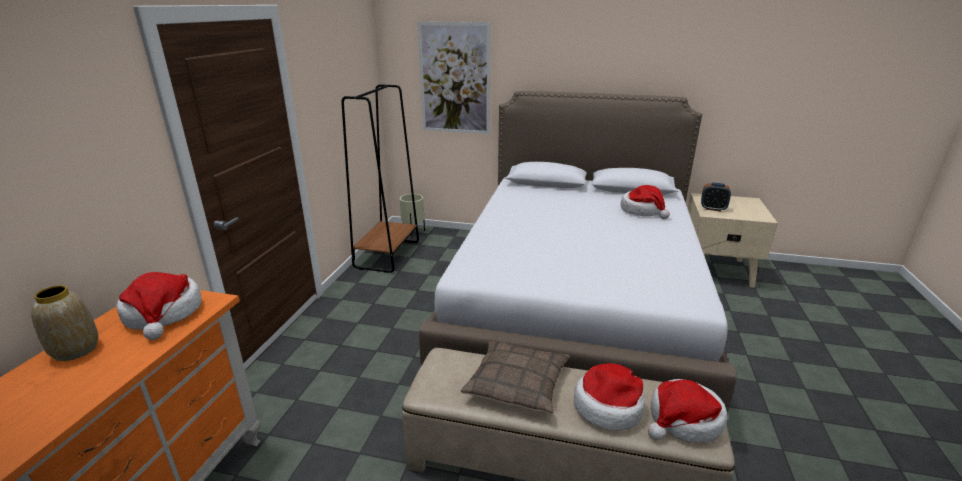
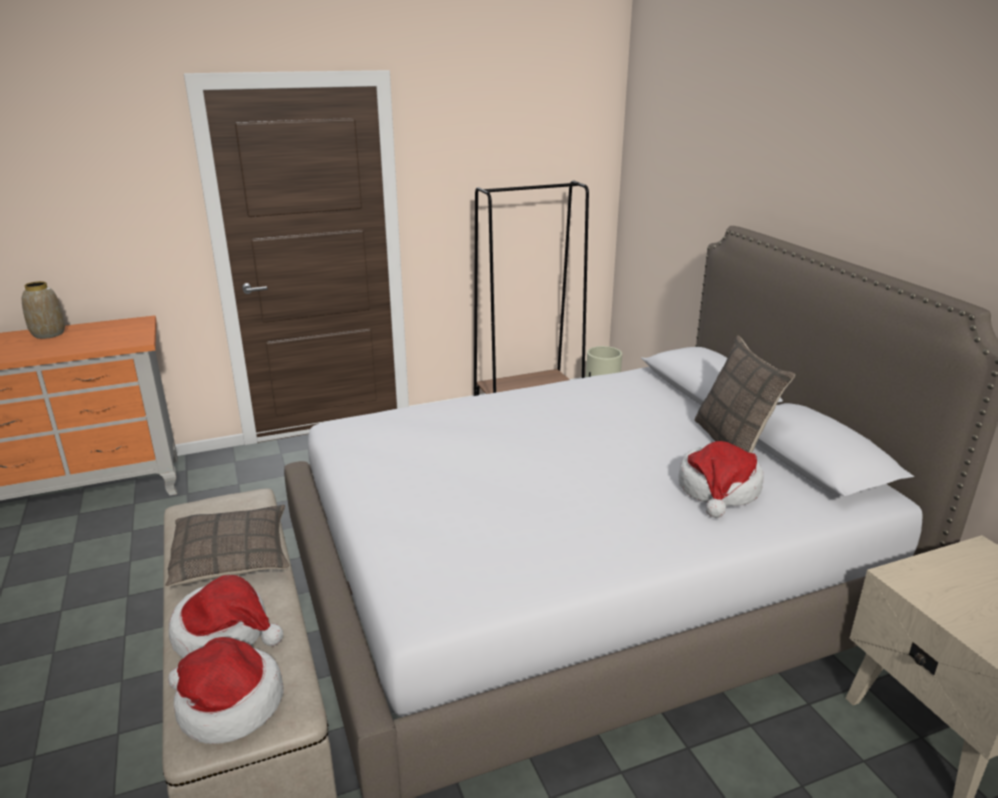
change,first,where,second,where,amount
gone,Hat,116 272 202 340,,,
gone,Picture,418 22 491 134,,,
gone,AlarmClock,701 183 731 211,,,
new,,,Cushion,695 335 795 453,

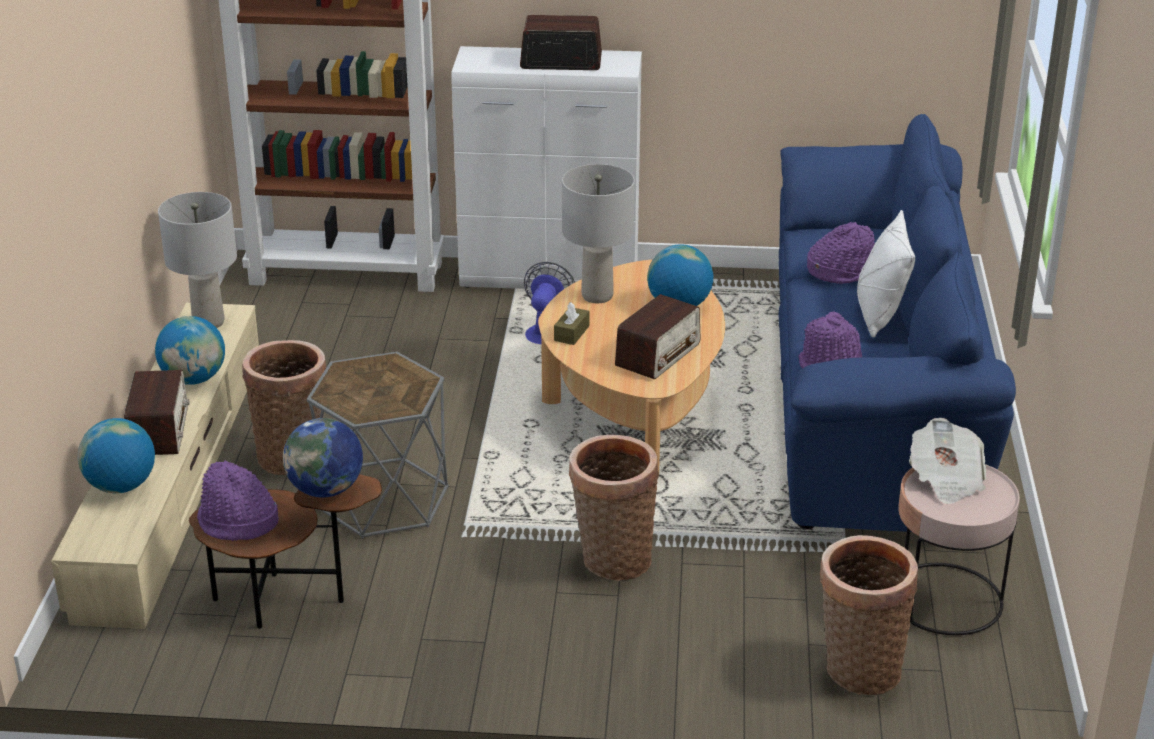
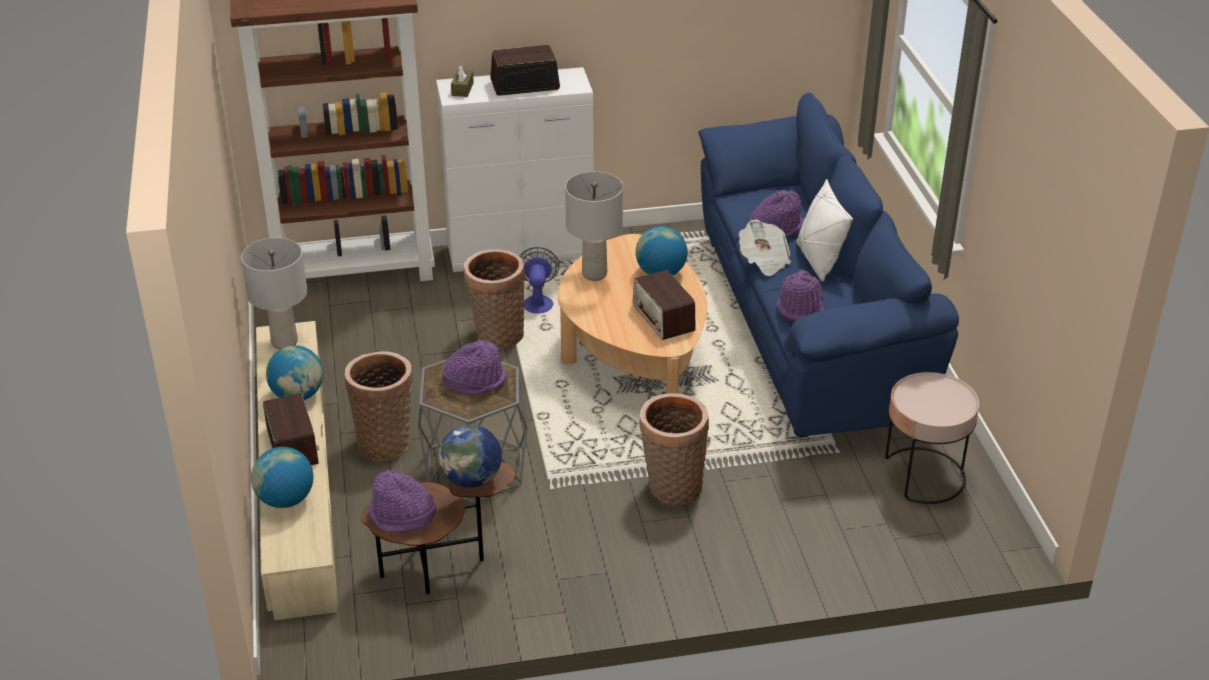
change,first,where,second,where,amount
shifted,BrownTissueBox,554 302 590 345,,451 65 474 97,
rotated,RadioReceiver,615 294 700 379,,633 270 696 340,135 degrees clockwise
shifted,Basket,820 535 918 695,,464 249 525 349,
shifted,PrintedPaper,909 418 986 504,,739 220 791 276,
new,,,PurpleHat,442 340 507 395,

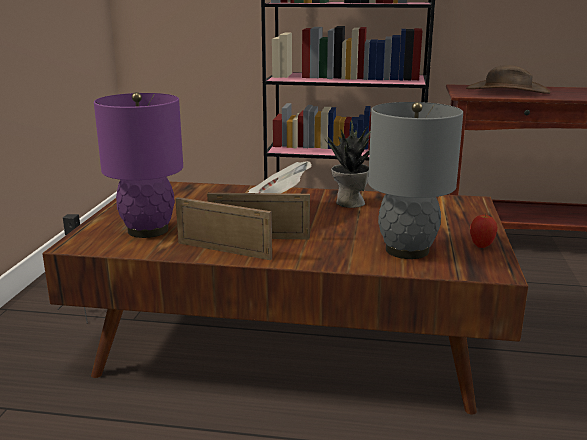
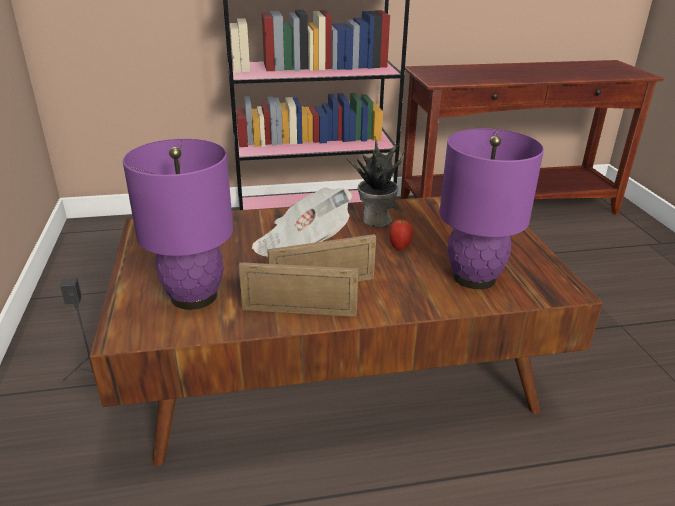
change,first,where,second,where,amount
repainted,GreyishTabletopLamp,368 102 463 259,PurpleTabletopLamp,439 129 544 289,
gone,BrownHat,466 65 551 94,,,
shifted,Apple,470 213 498 248,,389 220 413 250,

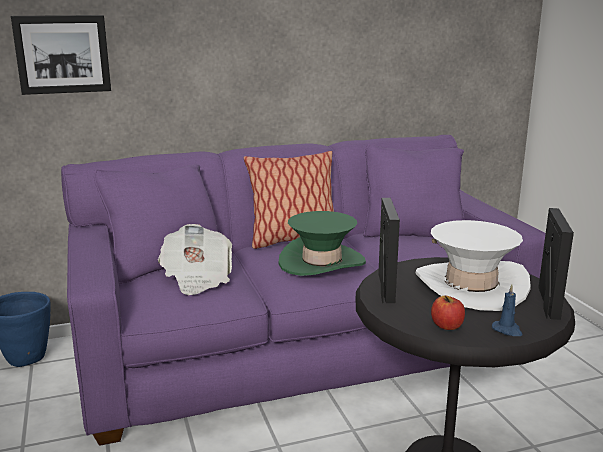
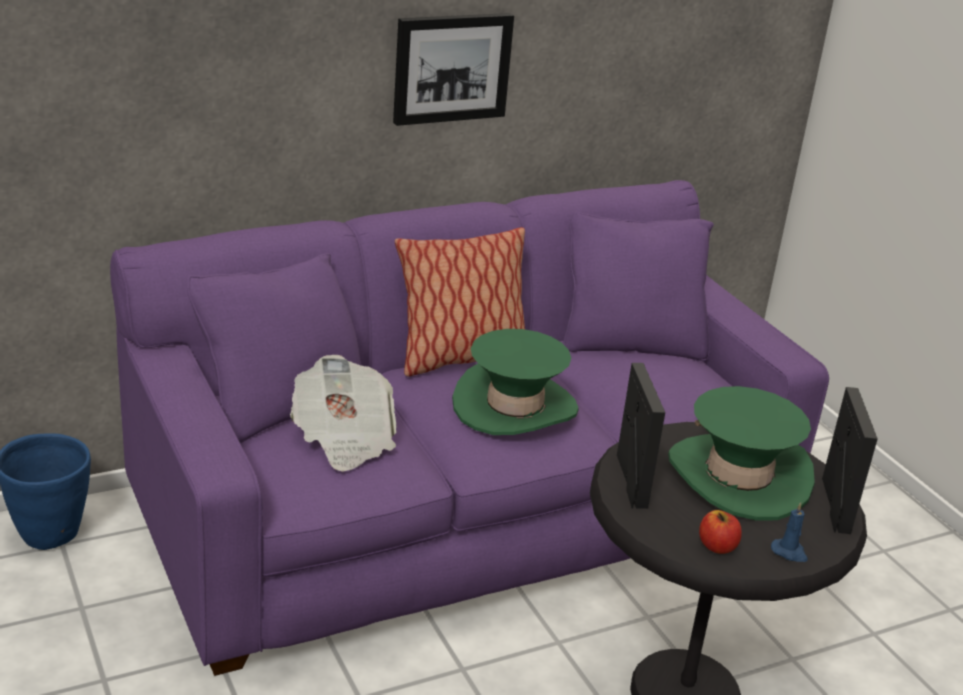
change,first,where,second,where,amount
shifted,Picture,11 15 111 95,,393 13 514 126,
repainted,WhiteColouredHat,415 220 531 311,GreenColouredHat,668 386 815 520,

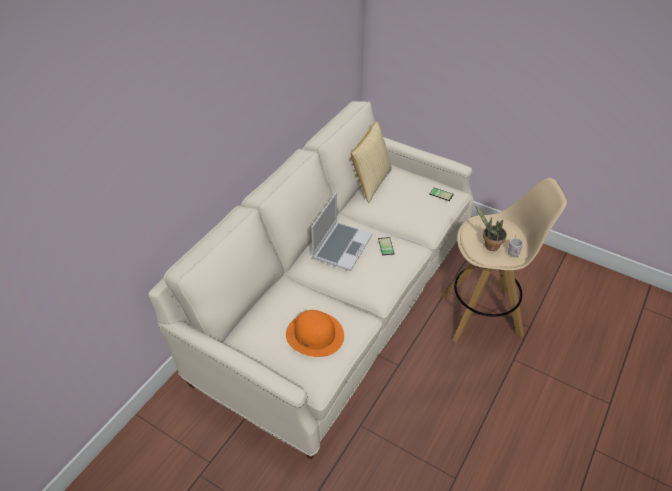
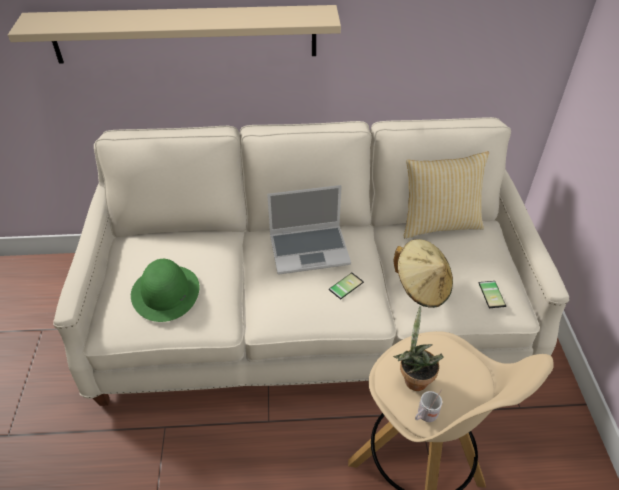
change,first,where,second,where,amount
repainted,OrangeyHat,286 310 344 357,GreenColouredHat,131 259 199 322,
new,,,BeigeColouredShelf,8 5 341 64,
new,,,BeigeColouredHat,393 239 453 308,

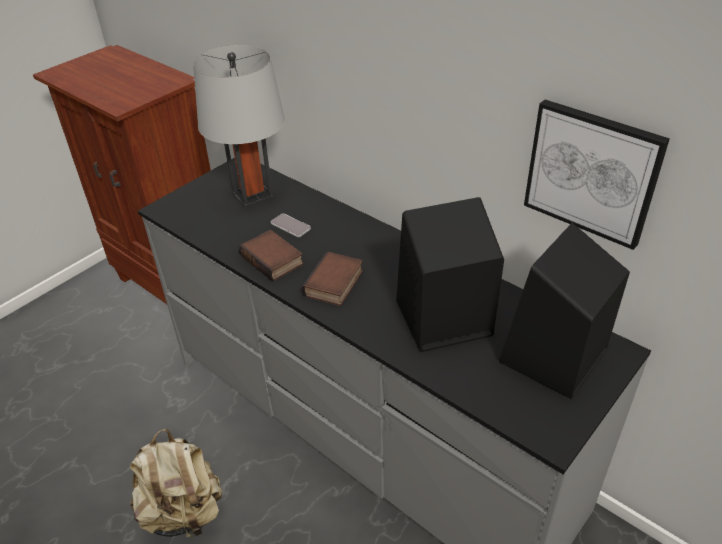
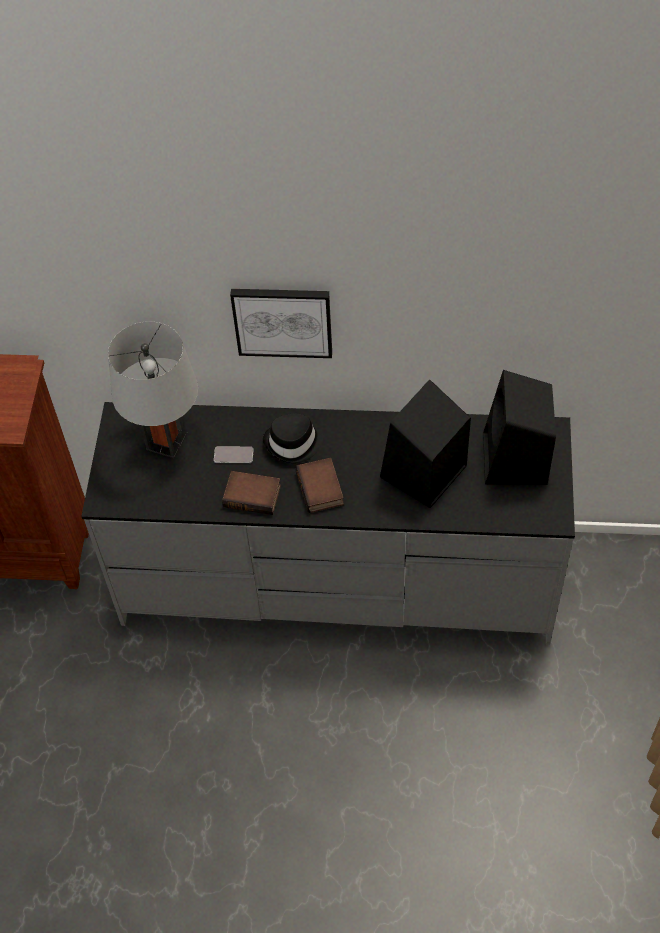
change,first,where,second,where,amount
gone,BeigeColouredKnapsack,130 428 222 542,,,
shifted,Picture,524 99 670 250,,230 289 332 358,
new,,,BlackHat,263 414 323 463,

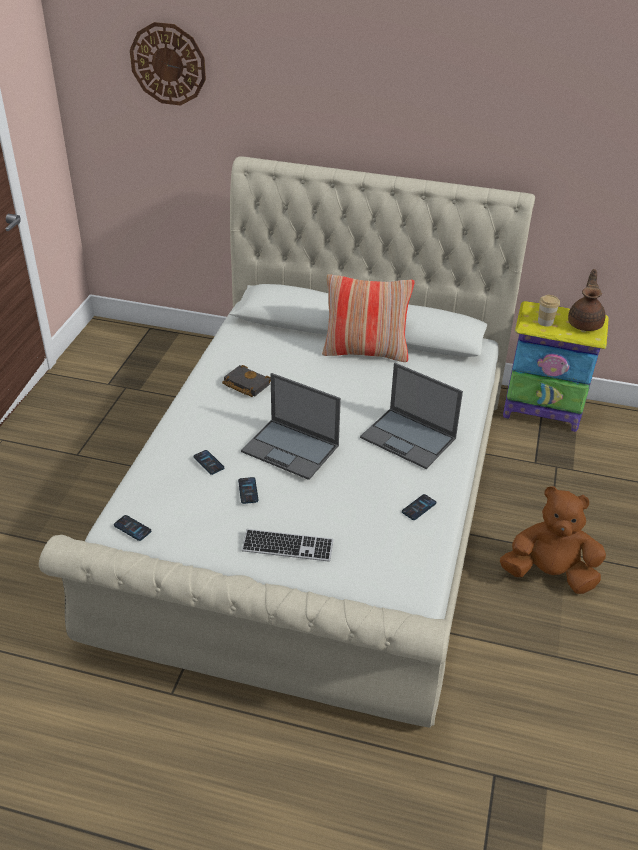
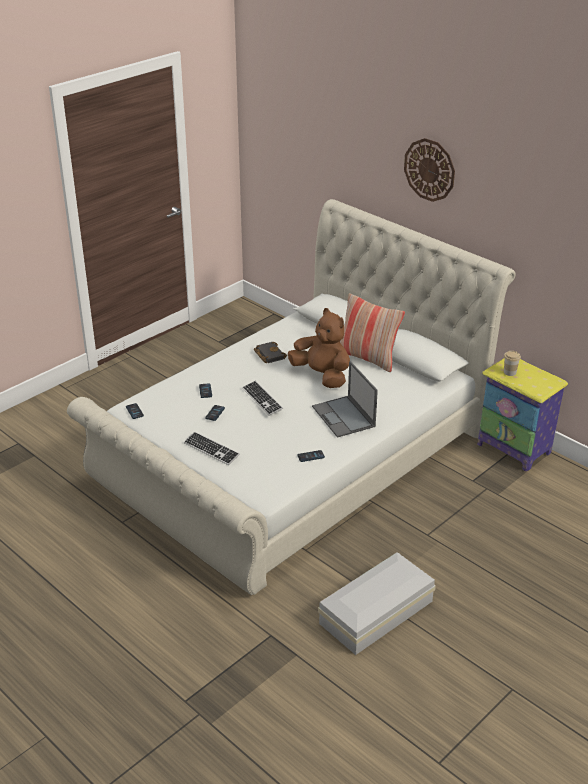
change,first,where,second,where,amount
shifted,WallClock,130 22 206 106,,404 138 455 202,
swapped,NotebookComputer,241 373 341 480,ComputerKeyboard,242 381 283 416,
shifted,BrownCuddlyToy,500 486 606 594,,288 308 350 388,
gone,BrownTeapot,568 269 605 331,,,
new,,,WhiteColouredStorageBox,318 552 436 655,

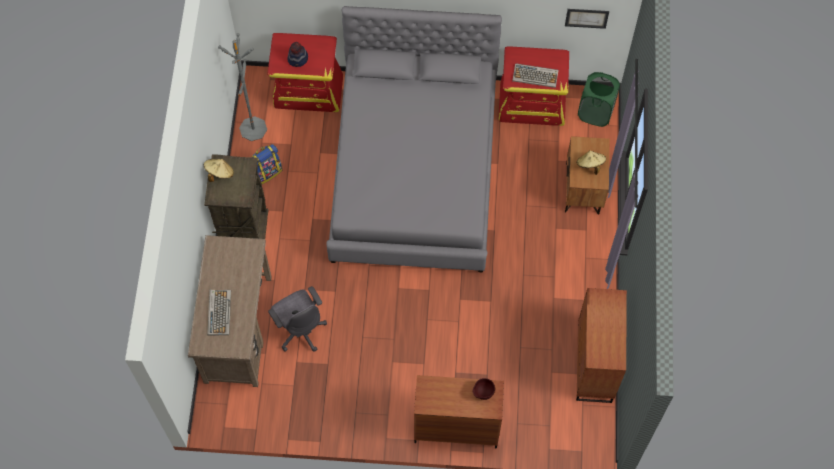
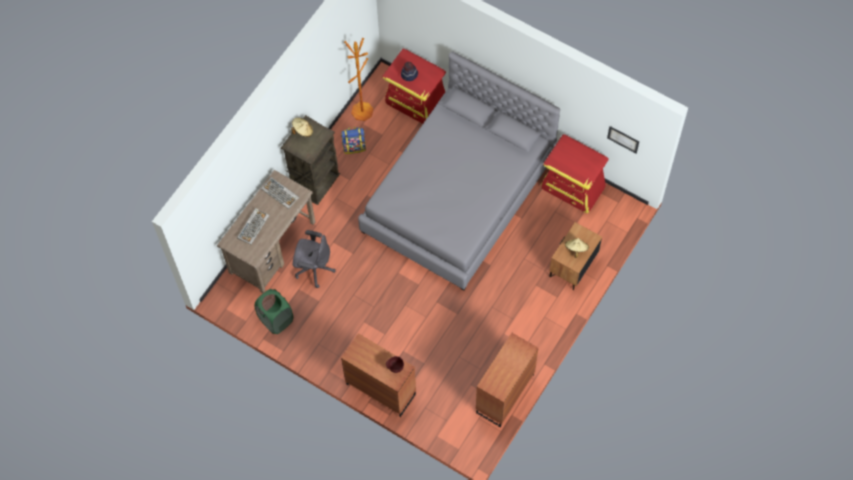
change,first,where,second,where,amount
repainted,GreyishGarmentRack,218 33 267 141,OrangeyGarmentRack,344 38 373 121,
rotated,GreyishOfficeChair,268 286 327 352,,293 230 336 288,75 degrees counterclockwise
shifted,ComputerKeyboard,512 63 559 88,,261 177 299 209,
shifted,GreenColouredLaundryBasket,578 72 620 127,,254 289 293 334,

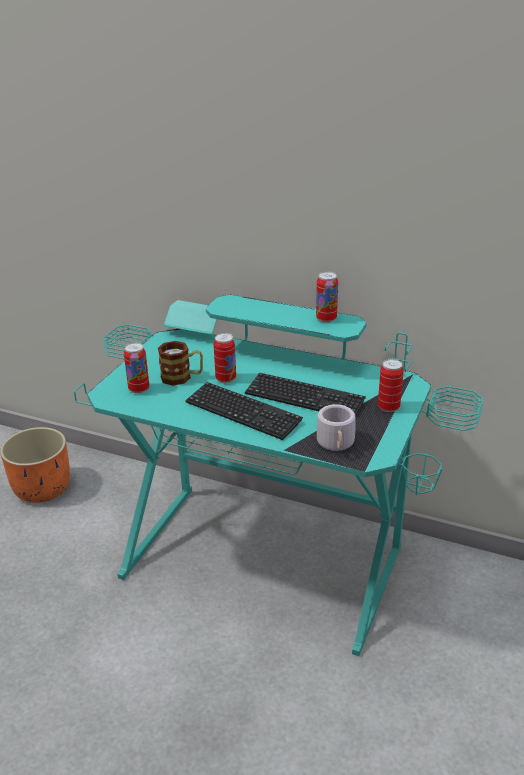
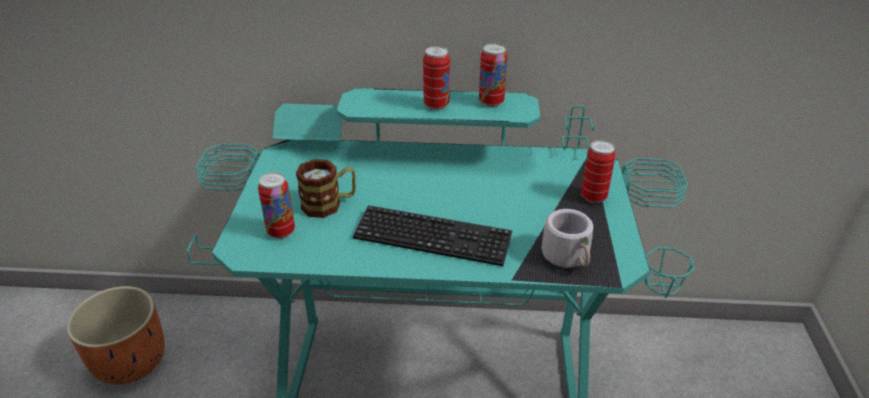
change,first,where,second,where,amount
shifted,SealedCan,214 333 236 383,,423 46 450 110,
gone,ComputerKeyboard,245 373 366 417,,,

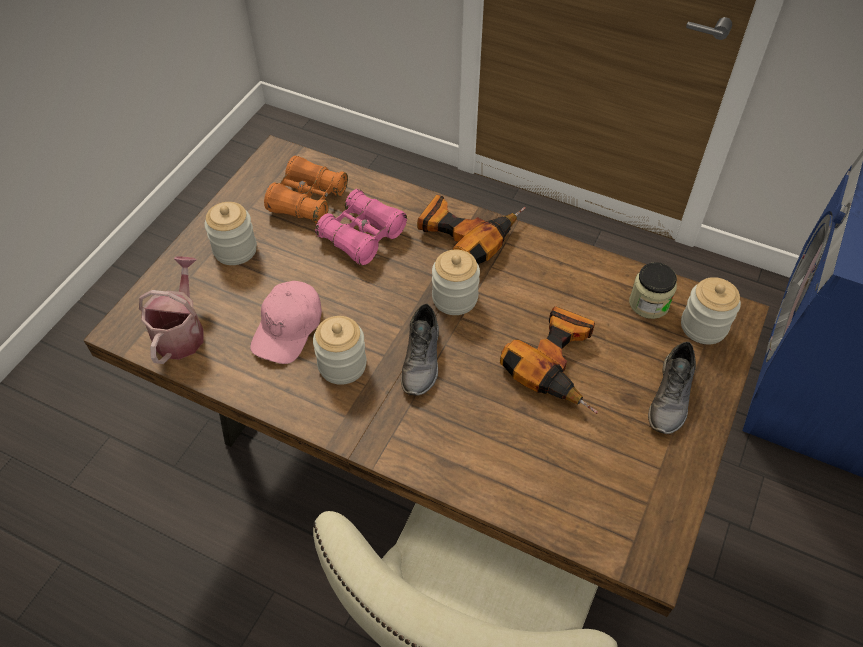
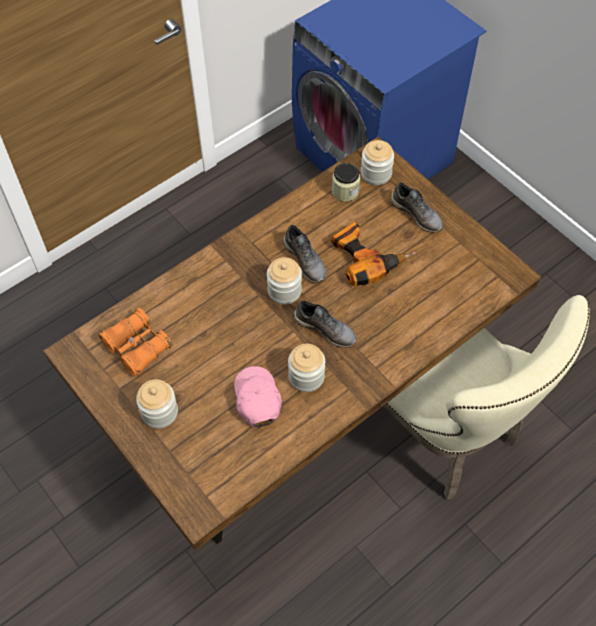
change,first,where,second,where,amount
gone,SprinklingCan,139 257 204 364,,,
rotated,PinkCap,250 281 322 364,,234 366 282 427,150 degrees counterclockwise
gone,PinkBinoculars,315 189 407 265,,,
gone,Drill,417 195 526 264,,,
new,,,GreyishLowShoe,283 225 326 283,

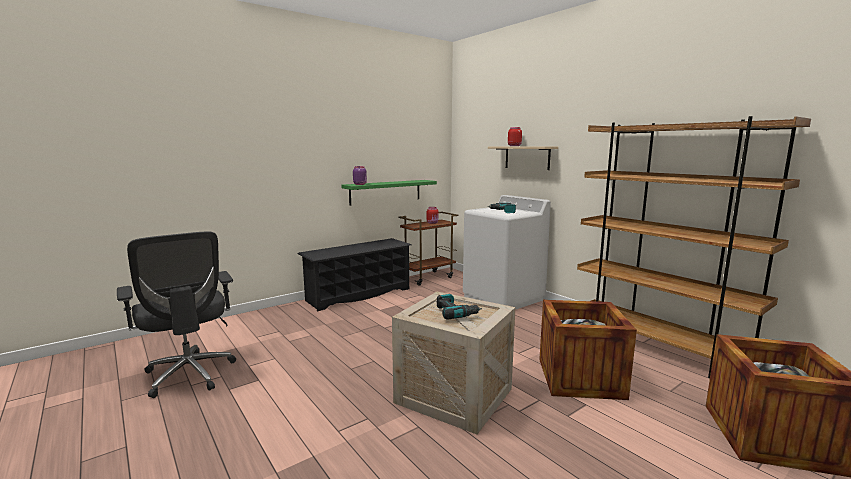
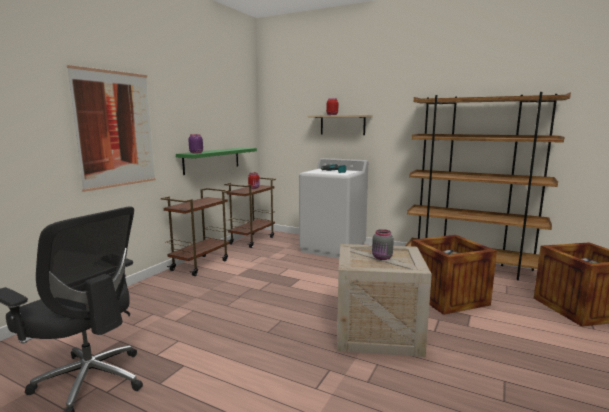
change,first,where,second,where,amount
swapped,BlackShoeRack,297 238 412 311,BrownWheeledCart,161 188 230 276,
swapped,Drill,437 294 482 320,GreyishJar,372 229 394 260,
new,,,Picture,67 65 156 192,

